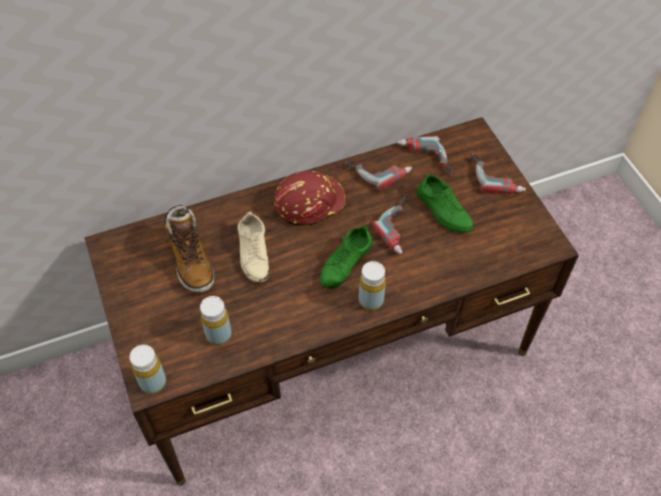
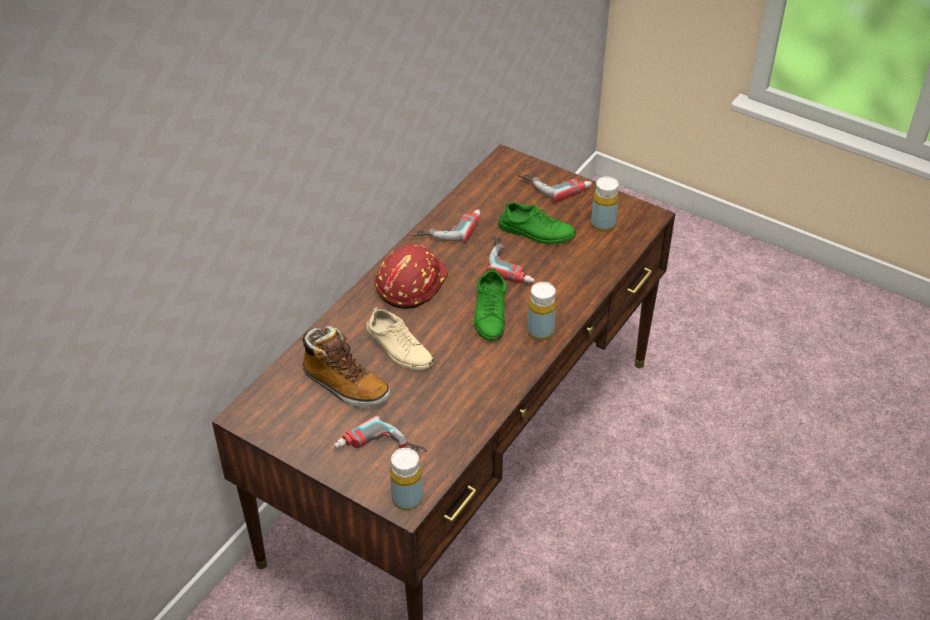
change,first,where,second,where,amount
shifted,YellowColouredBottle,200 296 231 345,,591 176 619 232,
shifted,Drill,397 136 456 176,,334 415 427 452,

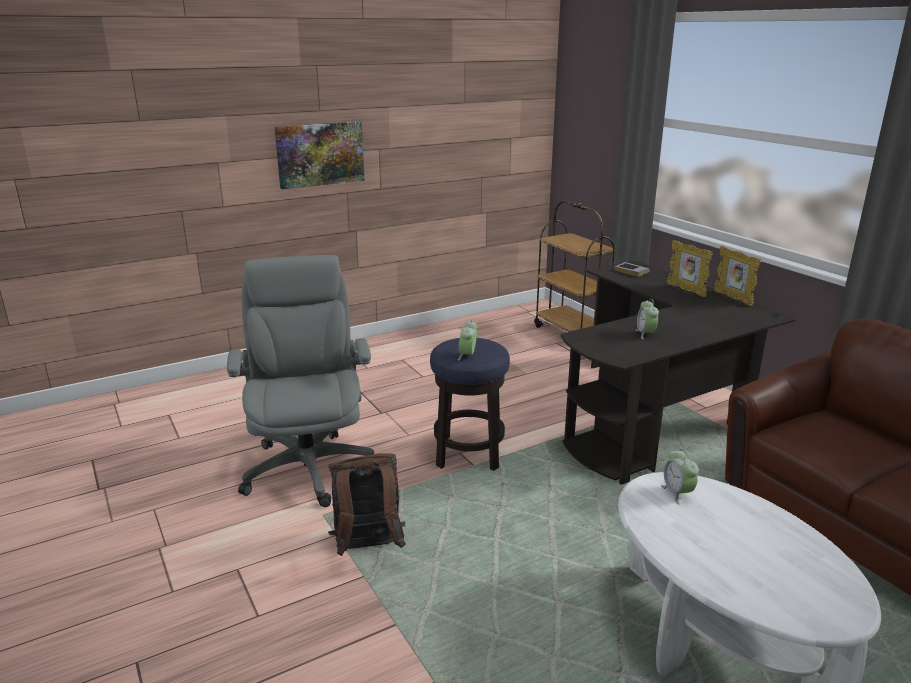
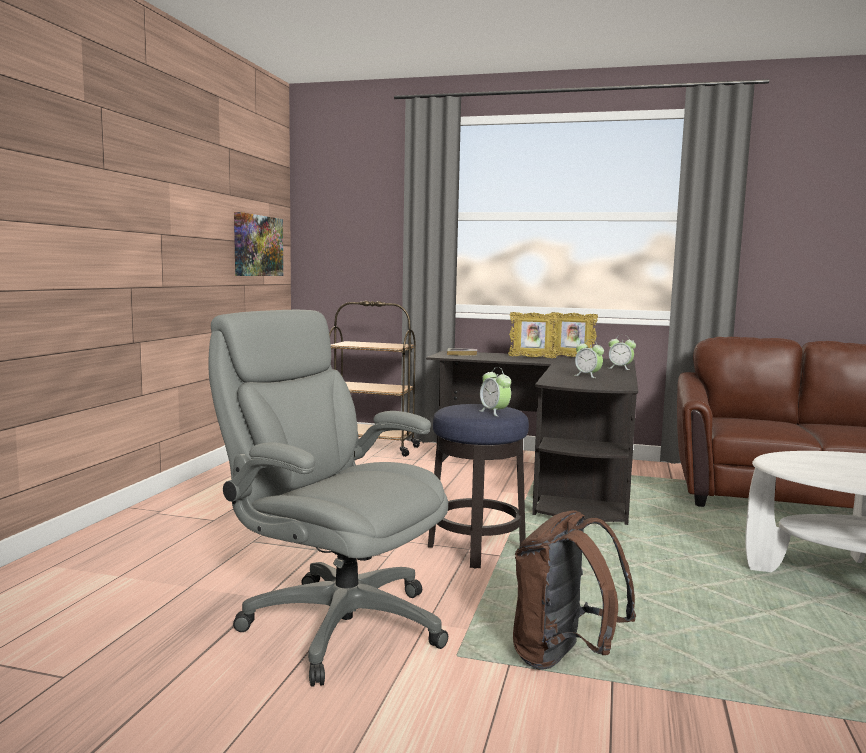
change,first,where,second,where,amount
shifted,Picture,274 121 365 189,,234 212 283 276,
shifted,AlarmClock,661 449 699 504,,608 339 636 370,

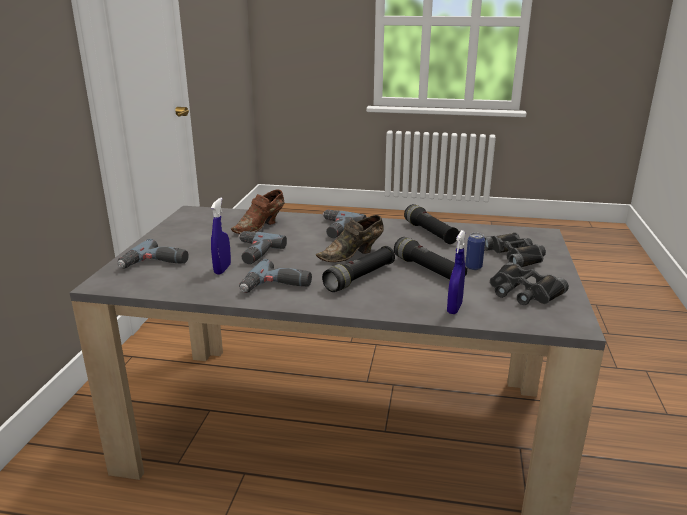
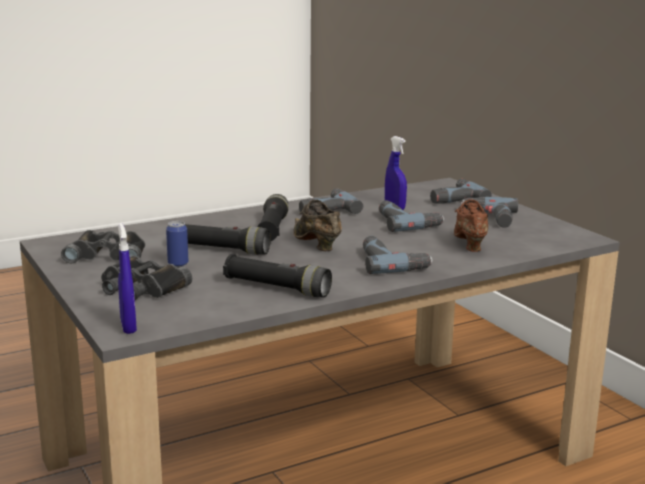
change,first,where,second,where,amount
rotated,BrownLowShoe,316 215 384 262,,293 199 342 251,45 degrees counterclockwise
shifted,BluishHandSprayer,447 230 466 314,,118 223 137 334,
new,,,Drill,461 197 518 228,

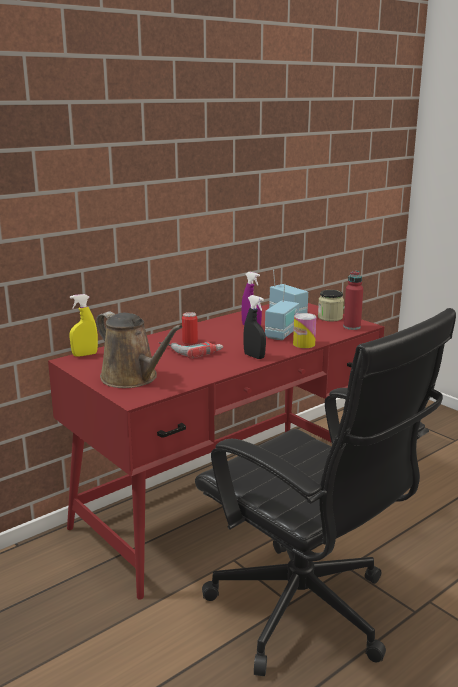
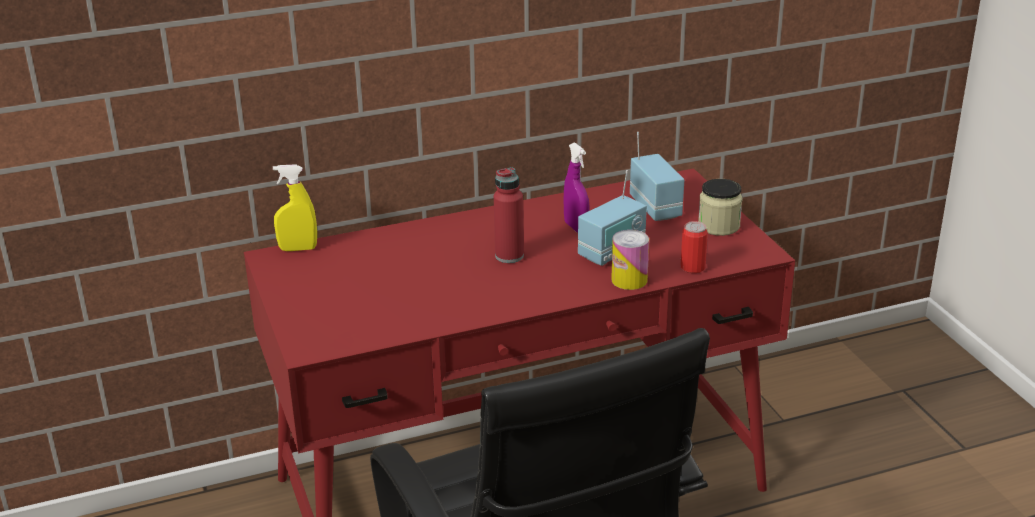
change,first,where,second,where,amount
gone,BrownSprinklingCan,96 311 183 388,,,
gone,Drill,159 342 223 359,,,
shifted,SealedCan,182 312 198 344,,681 221 708 273,
gone,BlackHandSprayer,243 295 266 359,,,
shifted,RedColouredBottle,343 271 363 330,,494 167 524 263,

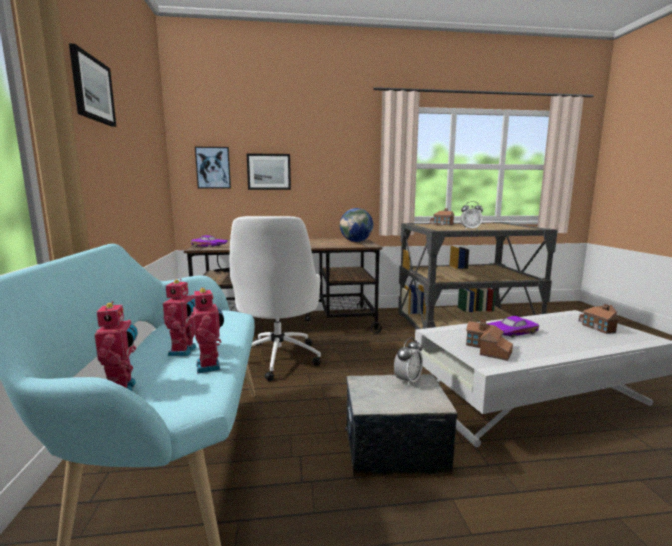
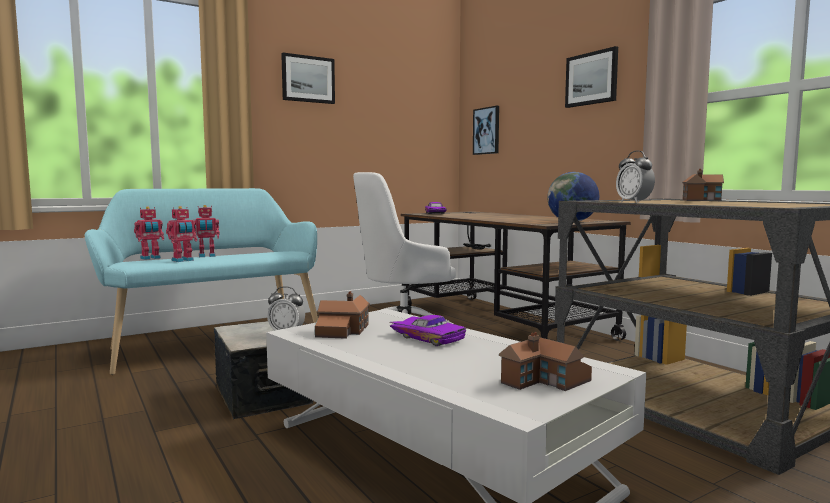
change,first,where,second,where,amount
shifted,Picture,246 153 291 190,,565 46 618 108,

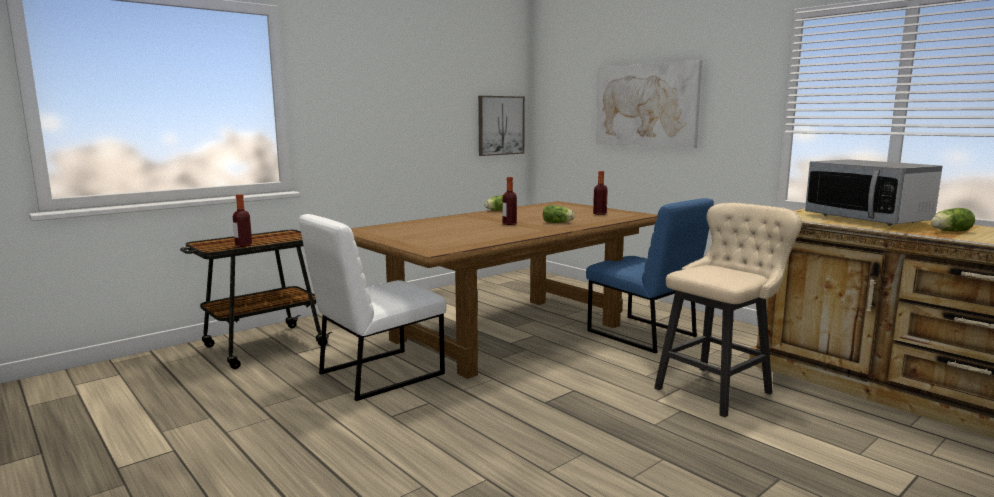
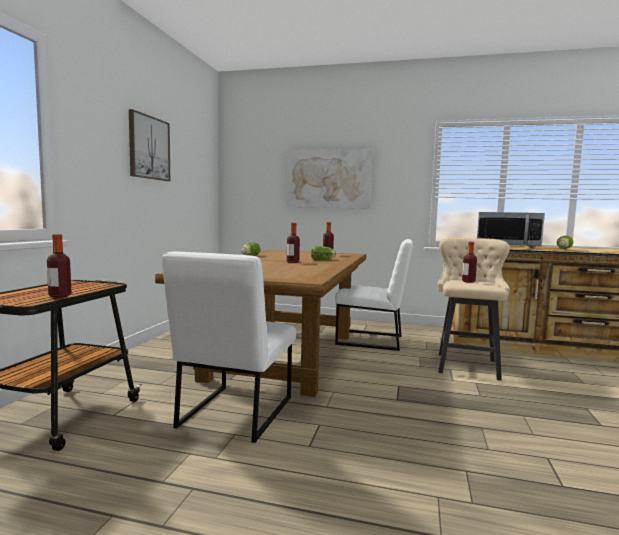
change,first,where,second,where,amount
shifted,Picture,478 96 525 156,,129 109 170 181,
repainted,BluishChair,586 198 714 353,WhiteColouredChair,335 239 413 351,
new,,,Bottle,462 242 477 283,

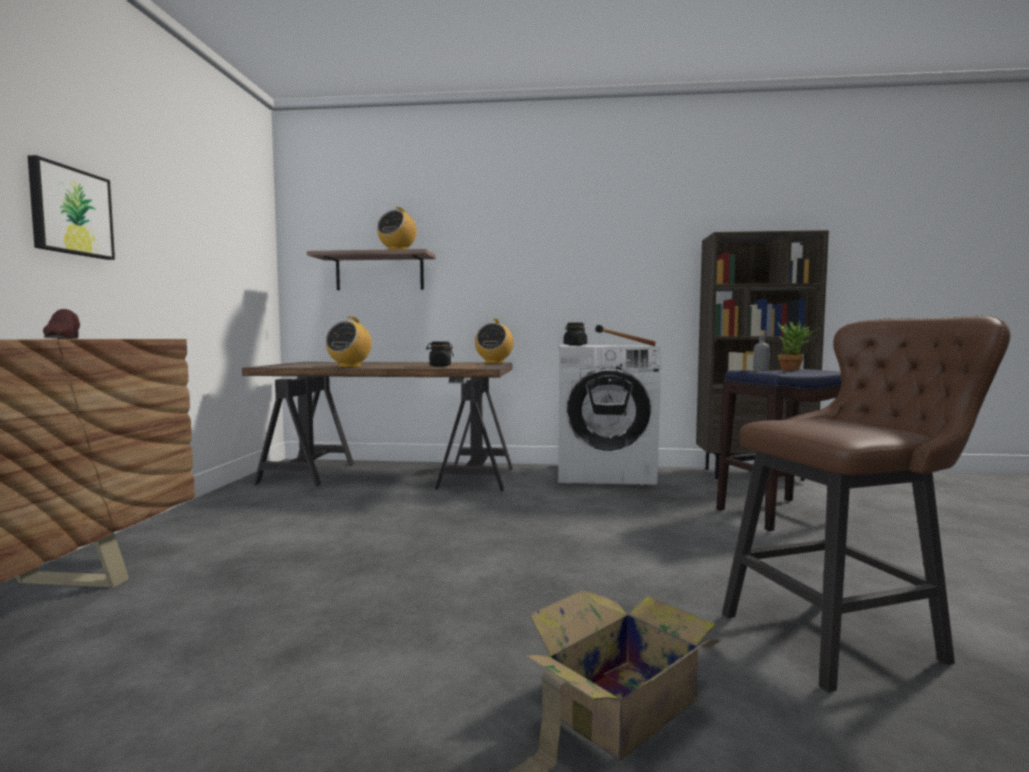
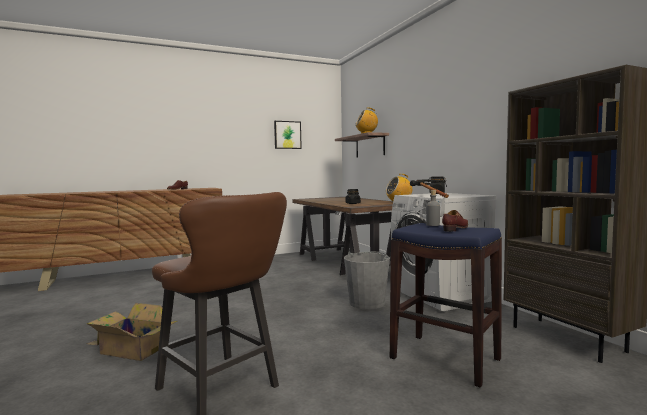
change,first,where,second,where,amount
shifted,Picture,28 155 115 260,,274 121 302 149,
gone,RadioReceiver,326 316 372 368,,,
swapped,Houseplant,777 320 818 371,BrownLowShoe,442 210 468 232,
new,,,GreyishWaterBucket,344 252 390 309,

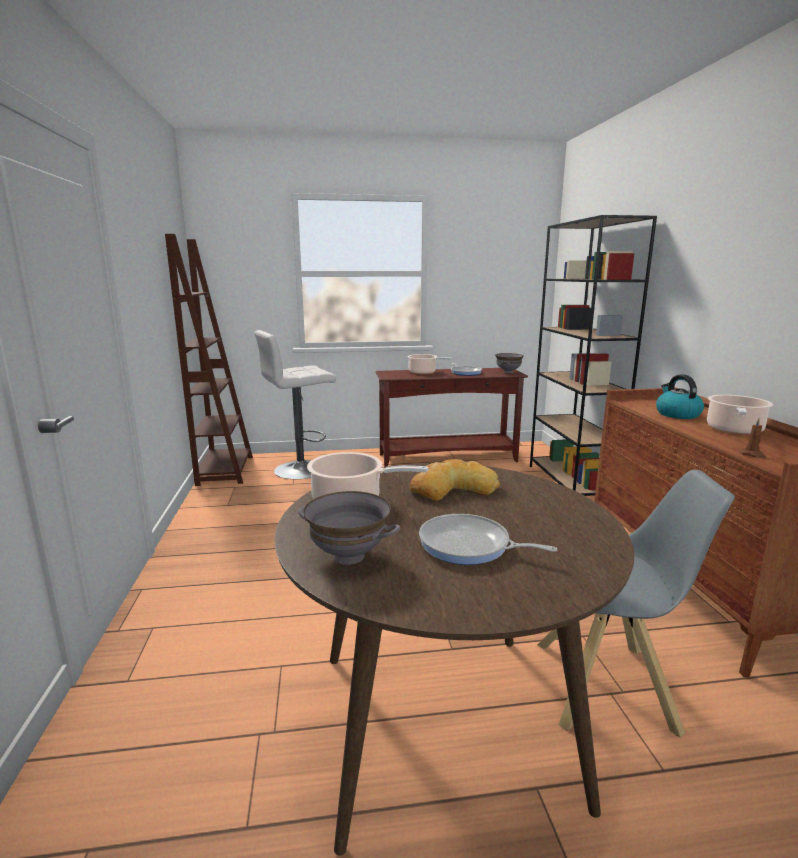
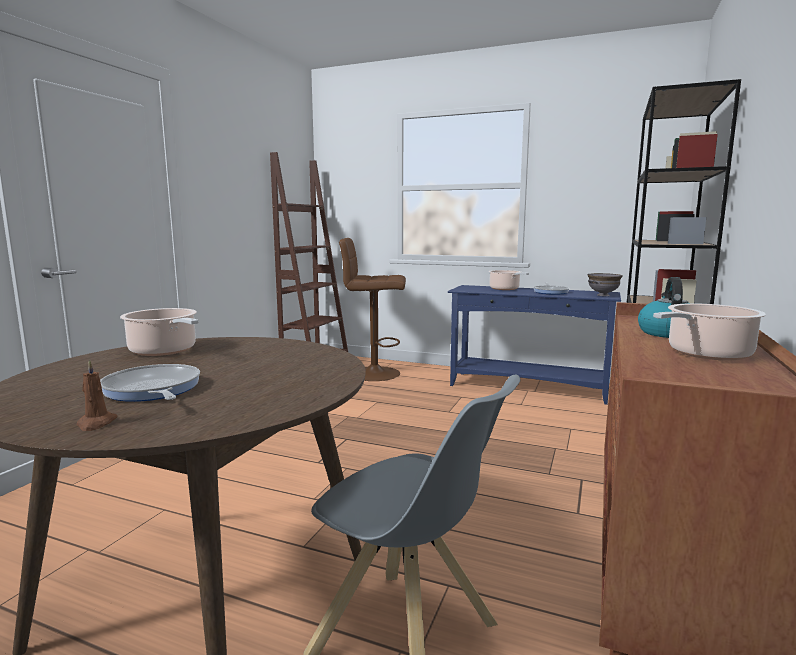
change,first,where,second,where,amount
repainted,WhiteColouredSittingStool,254 330 336 479,BrownSittingStool,339 238 406 381,
gone,GreyishServingBowl,298 491 400 565,,,
repainted,BrownNarrowTable,375 368 528 467,BluishNarrowTable,448 285 621 405,
gone,Bread,410 459 500 501,,,
shifted,BrownWaxCandle,739 418 766 458,,77 360 118 431,

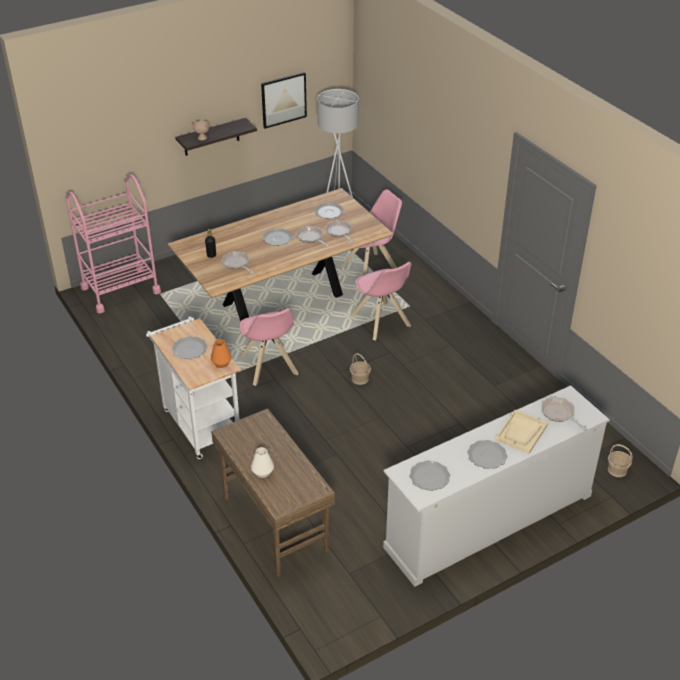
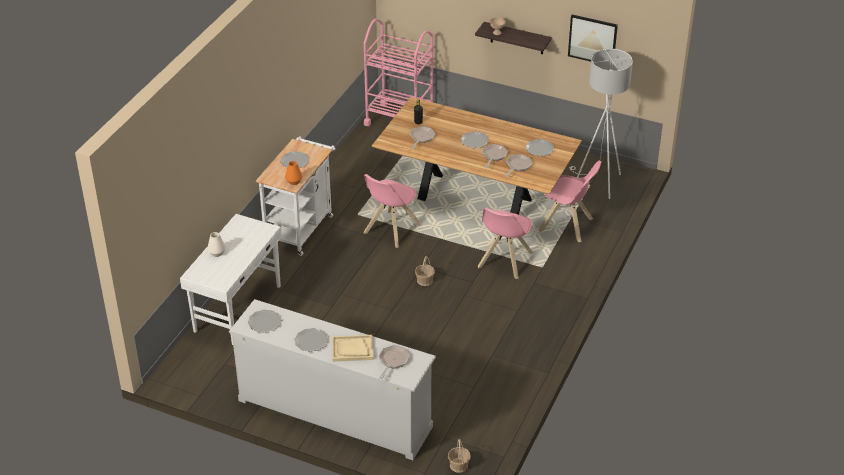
change,first,where,second,where,amount
repainted,BrownNarrowTable,211 408 335 576,WhiteColouredNarrowTable,180 214 282 345,

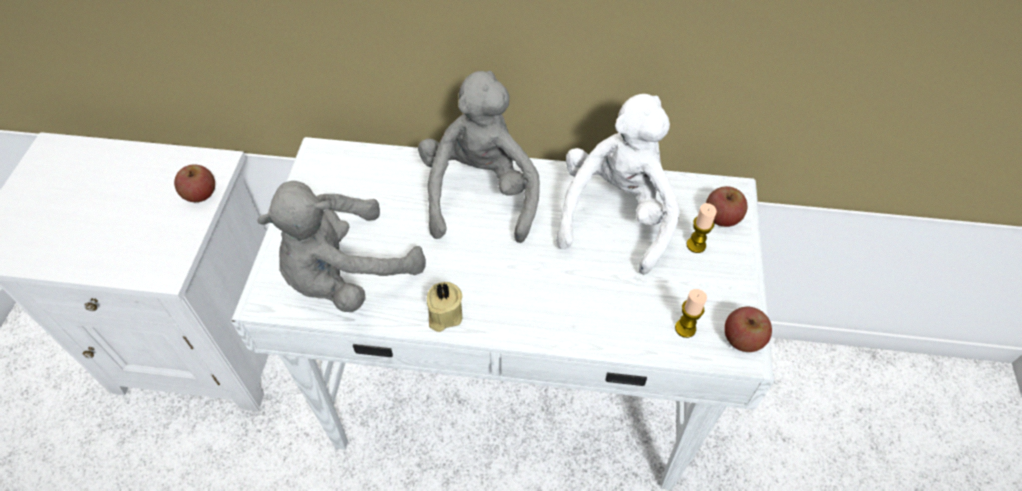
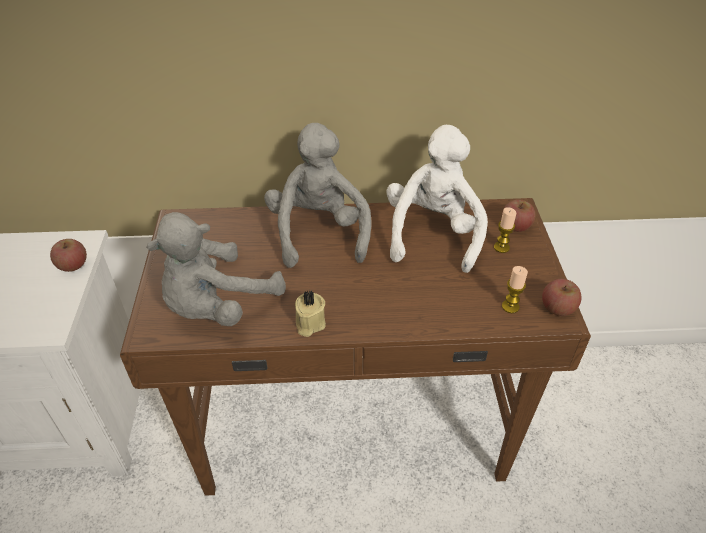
change,first,where,second,where,amount
repainted,WhiteColouredNarrowTable,231 137 774 490,BrownNarrowTable,120 198 591 496,

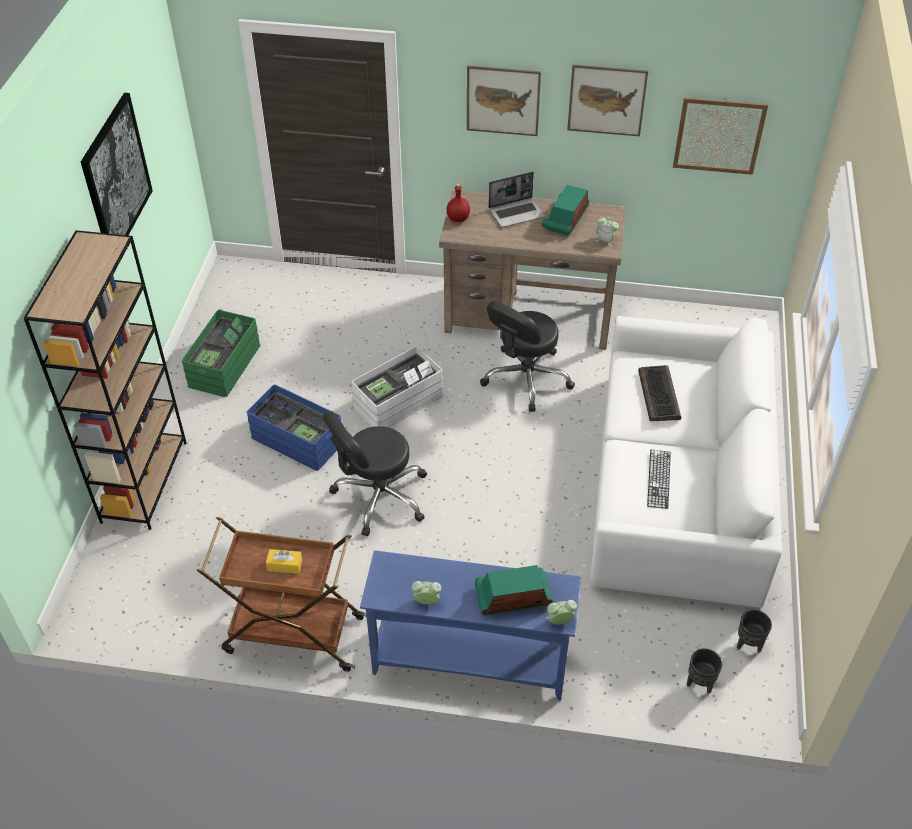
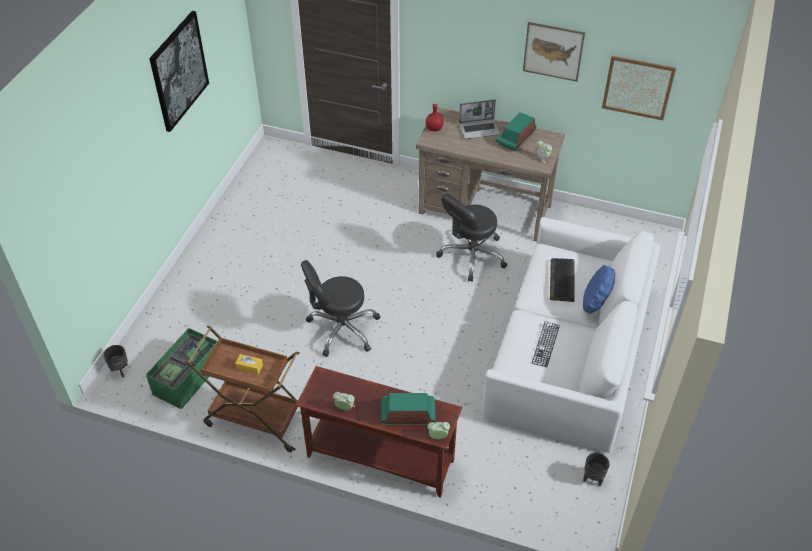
change,first,where,second,where,amount
gone,BeigeColouredBookshelf,24 230 187 530,,,
shifted,GreenColouredStorageBox,182 310 260 397,,146 328 217 409,
gone,BluishStorageBox,247 385 341 471,,,
gone,WhiteColouredStorageBox,351 346 443 427,,,
repainted,BluishNarrowTable,360 550 581 700,BrownNarrowTable,296 366 462 498,
gone,Picture,467 65 541 136,,,
shifted,BlackFlowerPot,687 648 722 694,,103 345 128 378,
new,,,BluishCushion,583 265 615 314,

